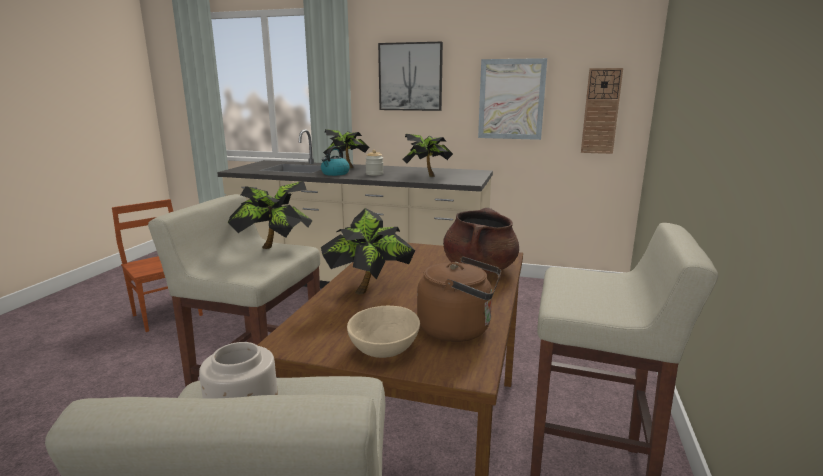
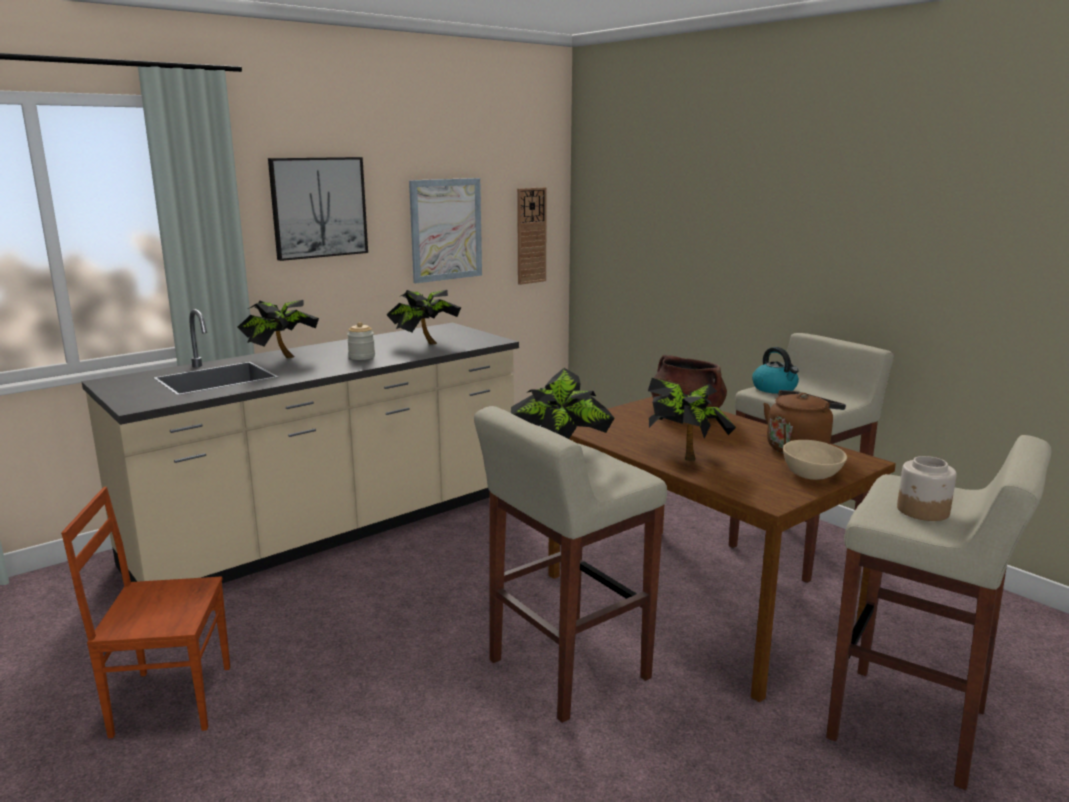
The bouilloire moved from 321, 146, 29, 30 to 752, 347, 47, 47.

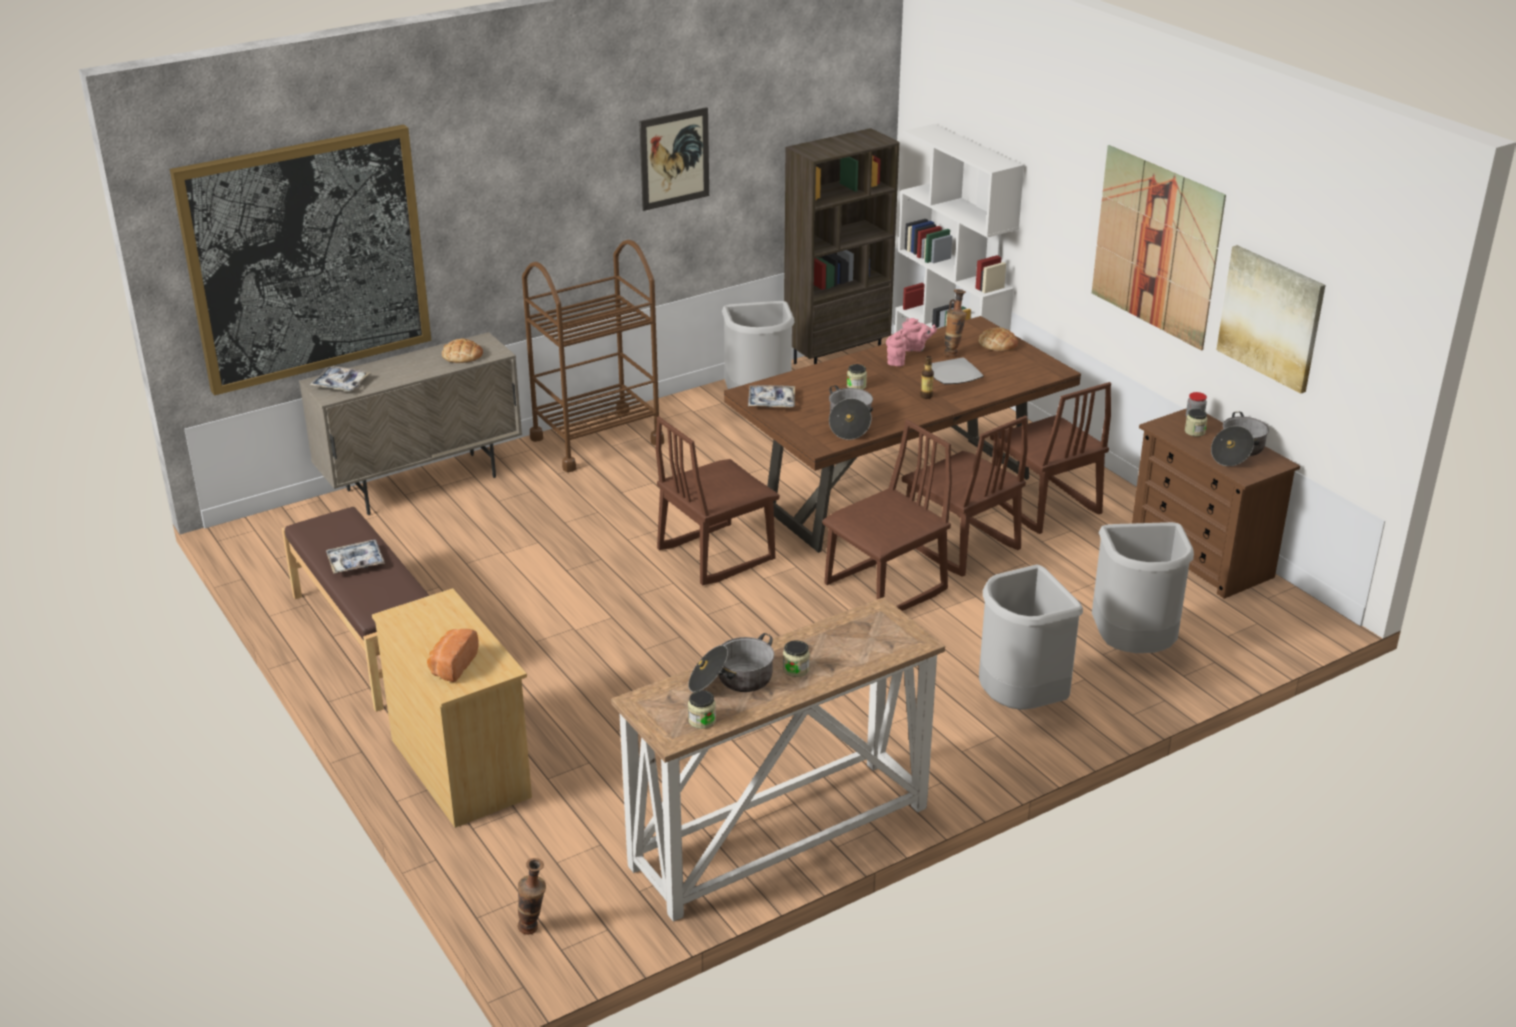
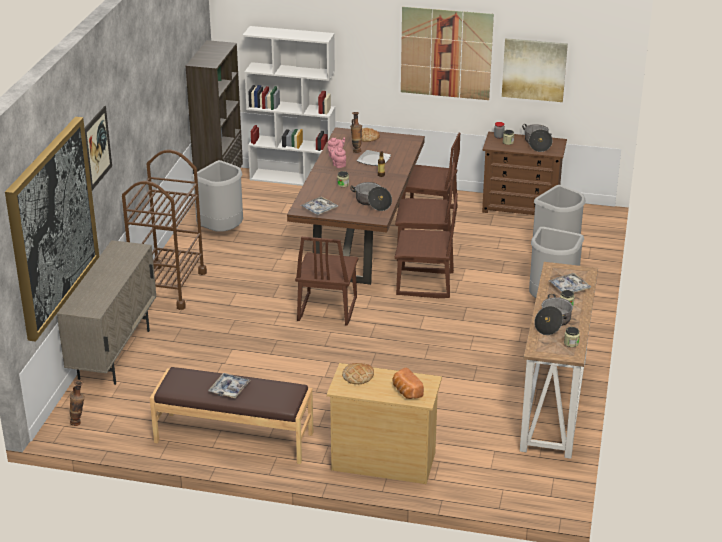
The tableau moved from 639, 107, 70, 104 to 84, 106, 28, 84. The pain moved from 442, 339, 41, 24 to 342, 363, 32, 21. The plateau moved from 310, 366, 60, 25 to 549, 273, 42, 20. The chaise [marron] at 822, 420, 130, 191 turned 90 degrees clockwise. The vase moved from 518, 858, 28, 77 to 70, 380, 15, 46.

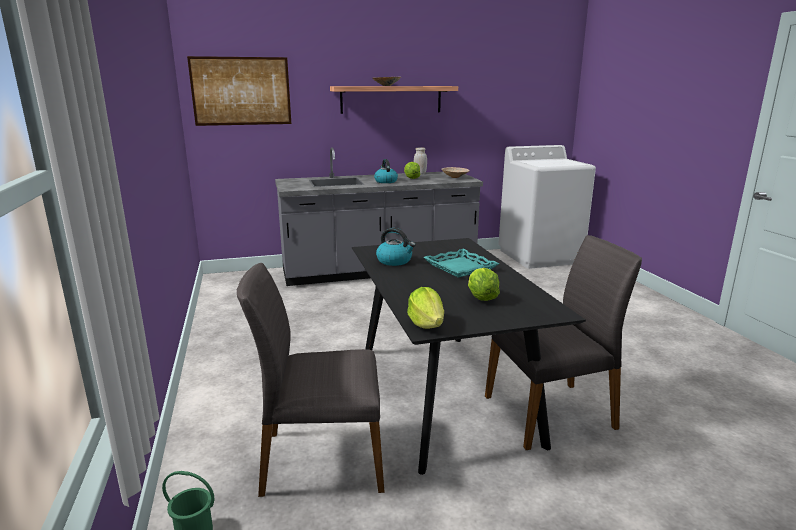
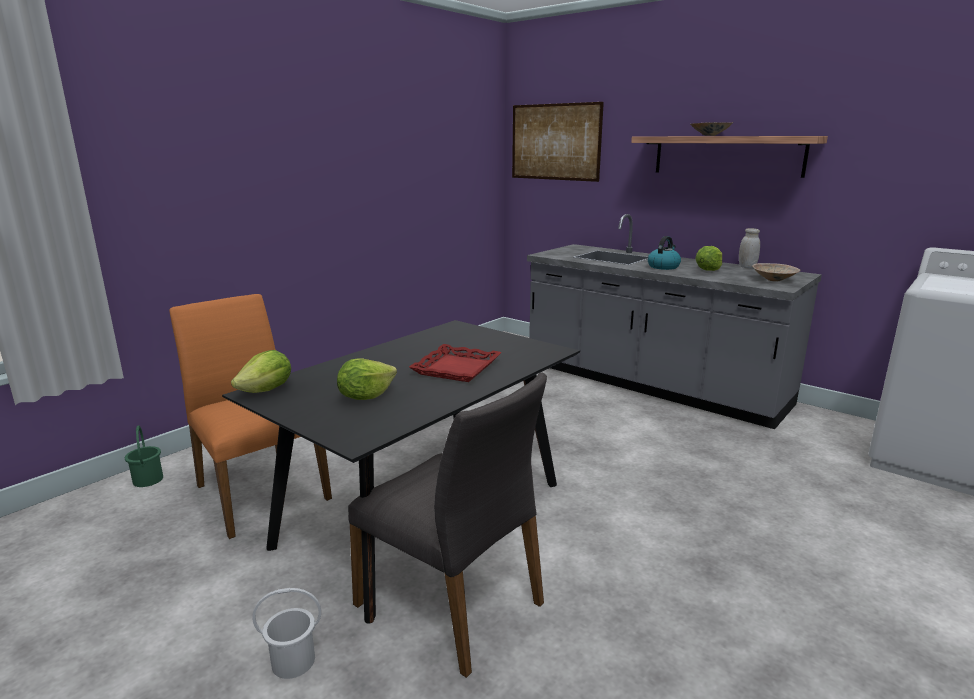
The bouilloire at 376, 228, 40, 38 disappeared. The plateau [turquoise] at 423, 249, 76, 29 became the plateau [rouge] at 409, 344, 92, 38. The chaise [gris] at 237, 263, 148, 234 became the chaise [orange] at 169, 294, 163, 245. The seau [blanc] at 252, 588, 69, 91 appeared.

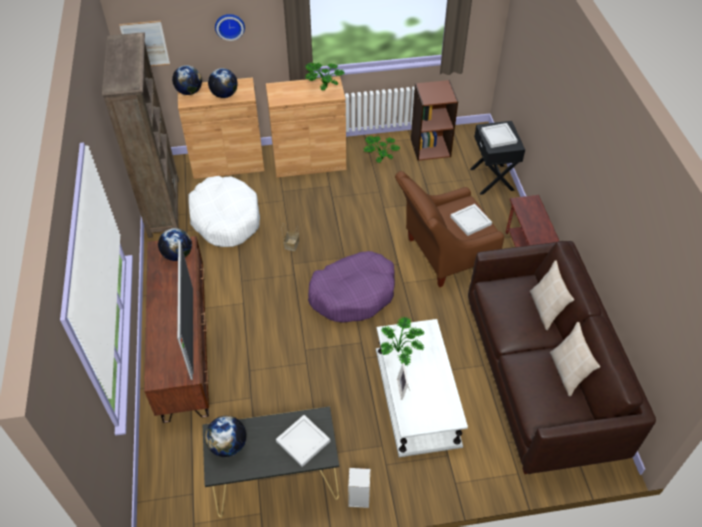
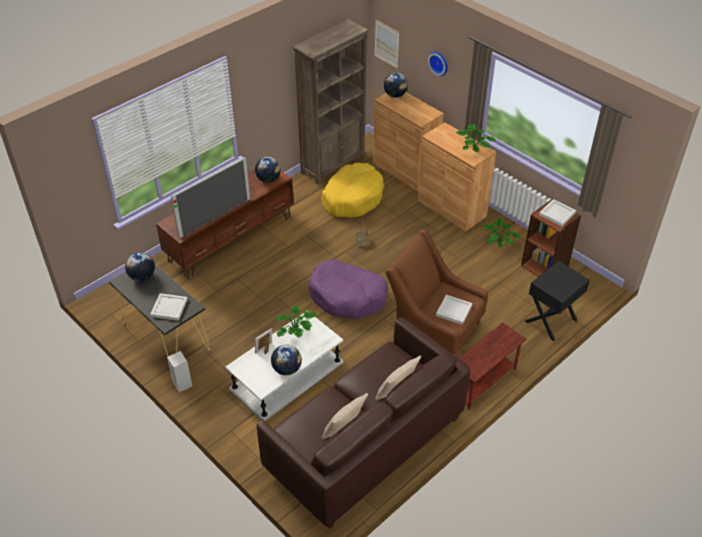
The globe moved from 208, 68, 30, 30 to 271, 345, 31, 30. The plateau [blanc] moved from 481, 123, 37, 25 to 539, 199, 37, 27. The panier pour chien [blanc] at 188, 176, 72, 71 became the panier pour chien [jaune] at 321, 162, 63, 56.

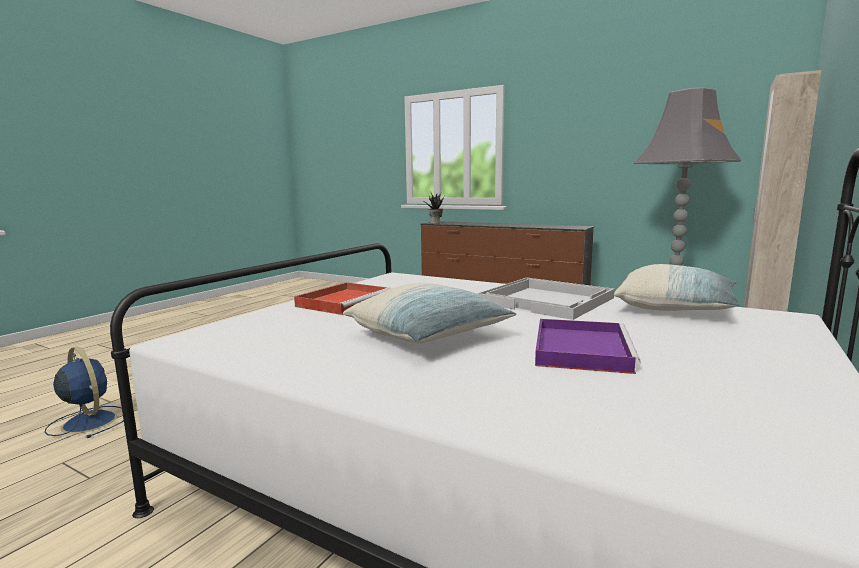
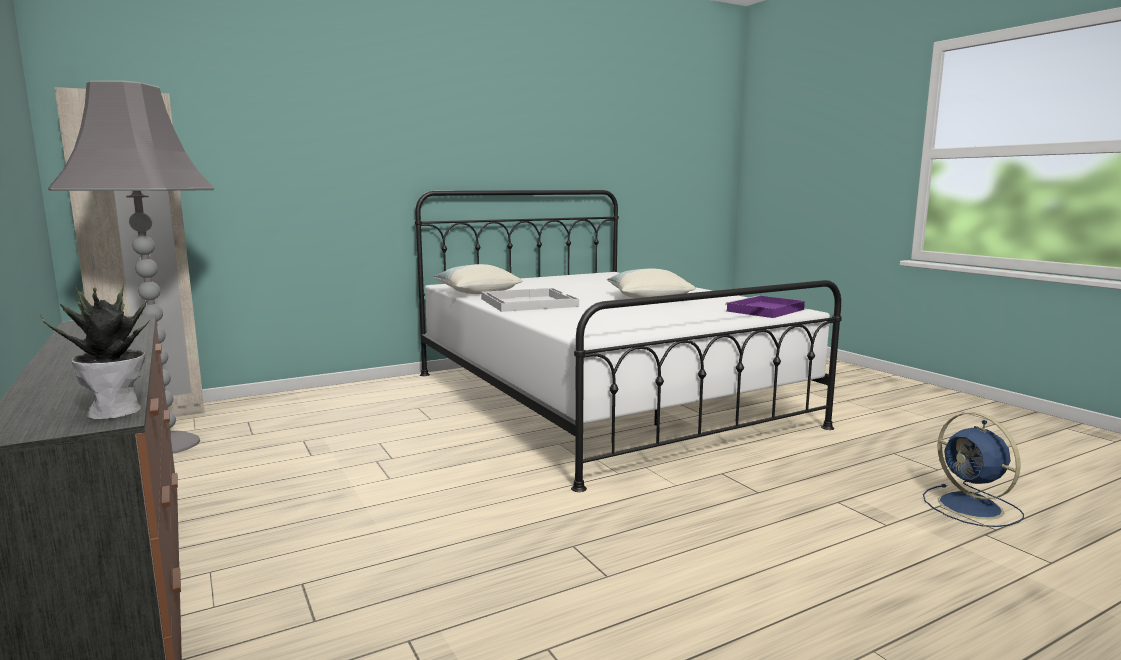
The plateau [rouge] at 294, 282, 98, 33 disappeared. The plateau [violet] moved from 535, 319, 106, 55 to 725, 295, 80, 23.

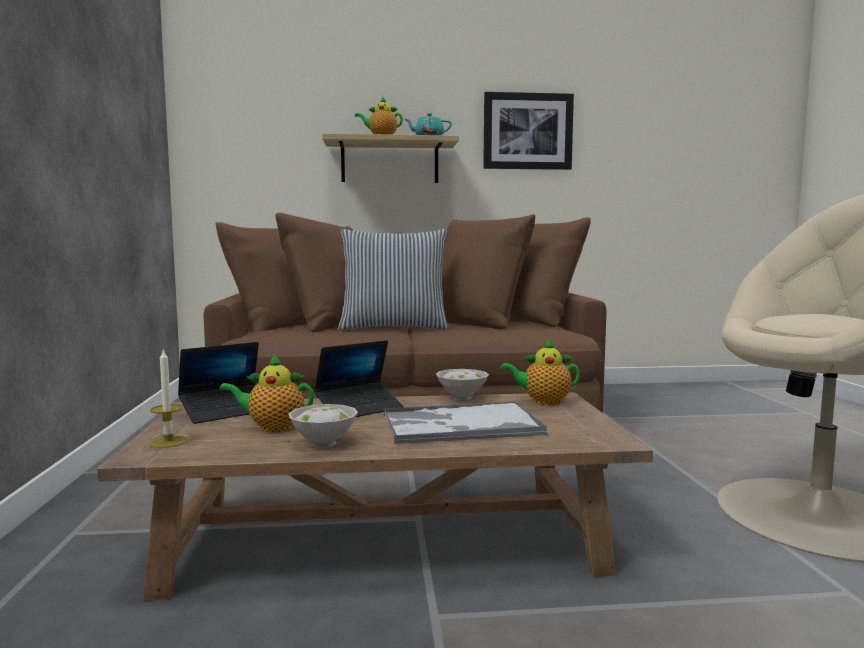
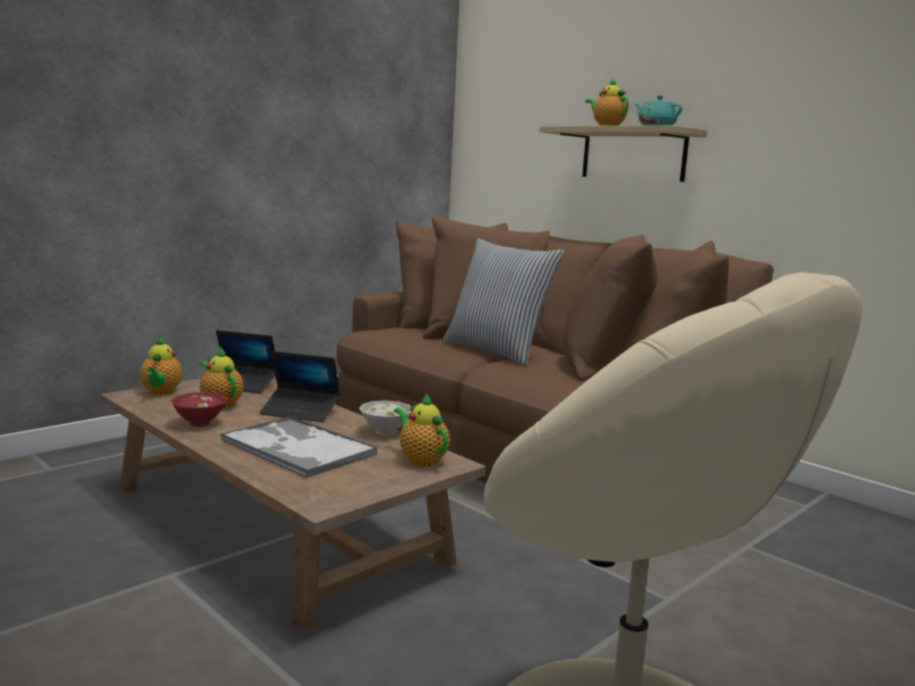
The tableau at 483, 92, 91, 78 disappeared. The bougie at 150, 349, 37, 99 was replaced by the théière at 140, 336, 42, 59. The bol [blanc] at 288, 404, 70, 44 became the bol [rouge] at 171, 392, 57, 35.

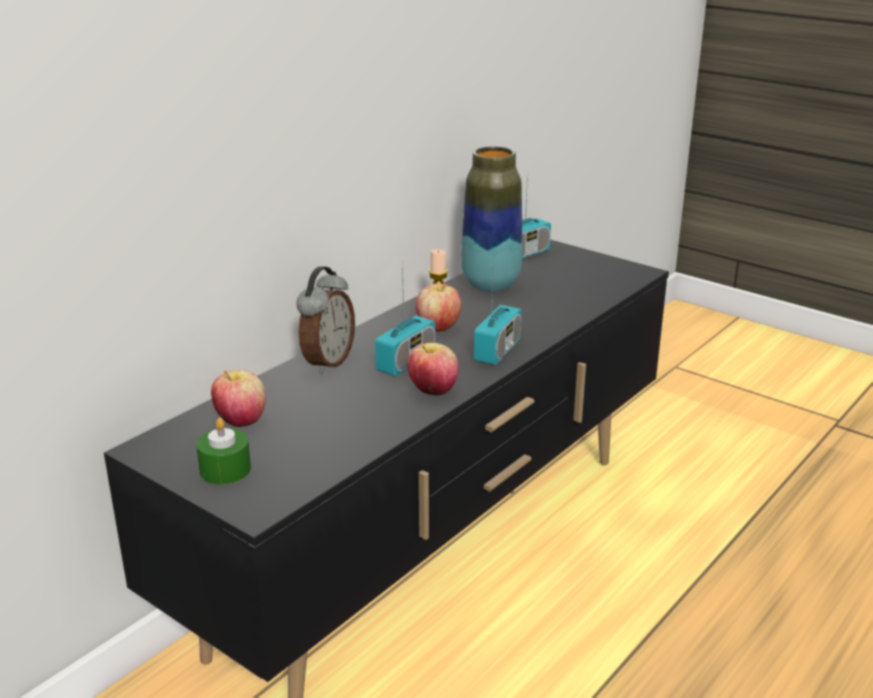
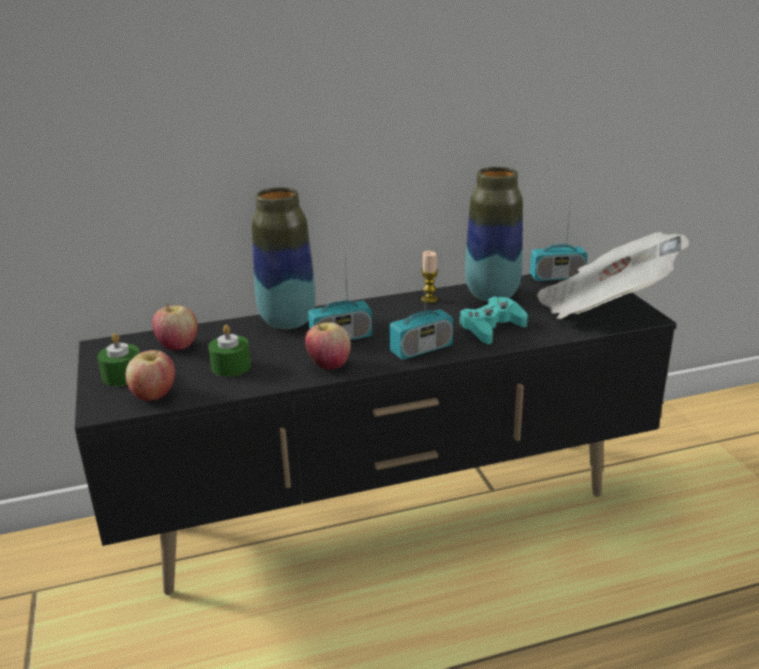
The réveil at 297, 266, 58, 108 was replaced by the vase at 252, 187, 64, 142. The pomme moved from 416, 281, 46, 51 to 126, 350, 49, 51. The journal at 537, 232, 152, 87 appeared. The manette [turquoise] at 459, 297, 69, 47 appeared. The bougie [vert] at 208, 325, 43, 52 appeared.

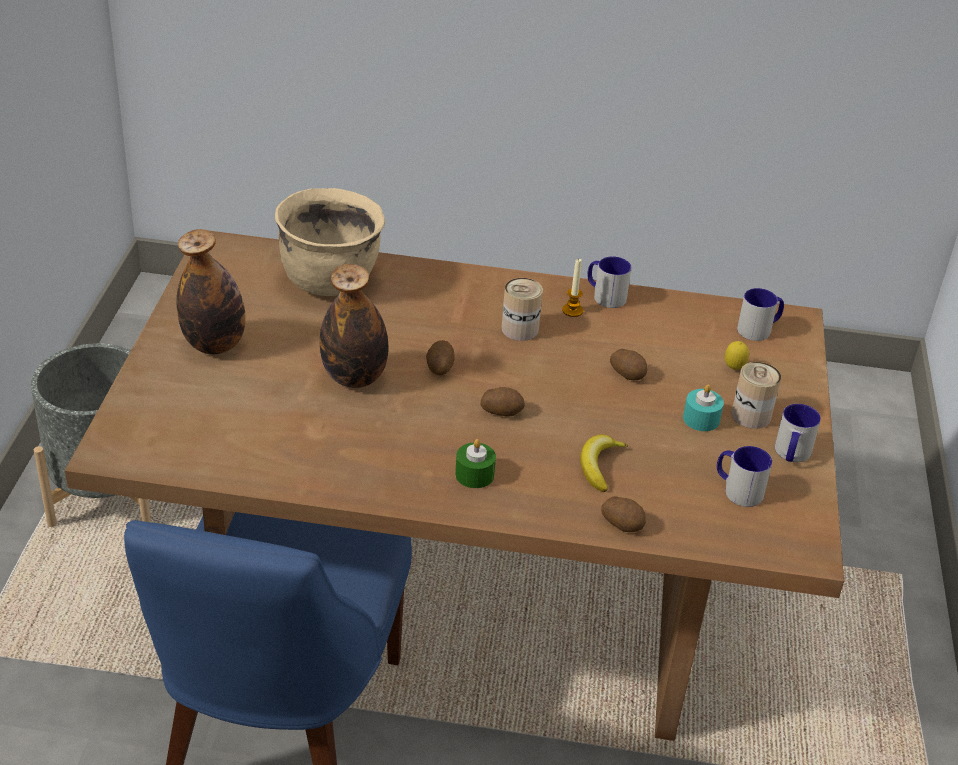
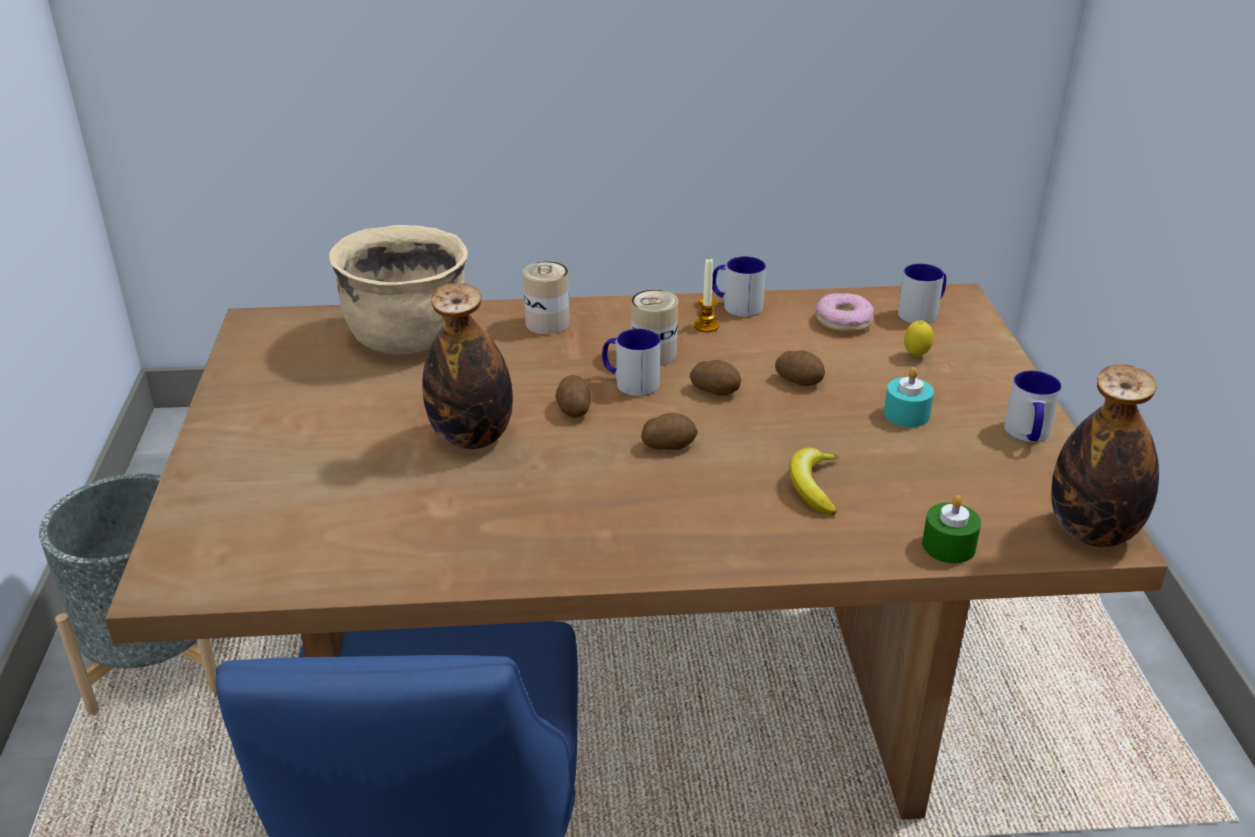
The bouteille moved from 177, 229, 69, 125 to 1051, 364, 108, 183. The boîte métallique moved from 731, 362, 50, 67 to 523, 261, 46, 74. The bougie [vert] moved from 455, 439, 41, 49 to 922, 495, 59, 68. The mug moved from 717, 446, 55, 61 to 602, 329, 58, 67. The pomme de terre moved from 601, 496, 45, 36 to 690, 360, 51, 36. The beignet at 816, 293, 58, 40 appeared.

